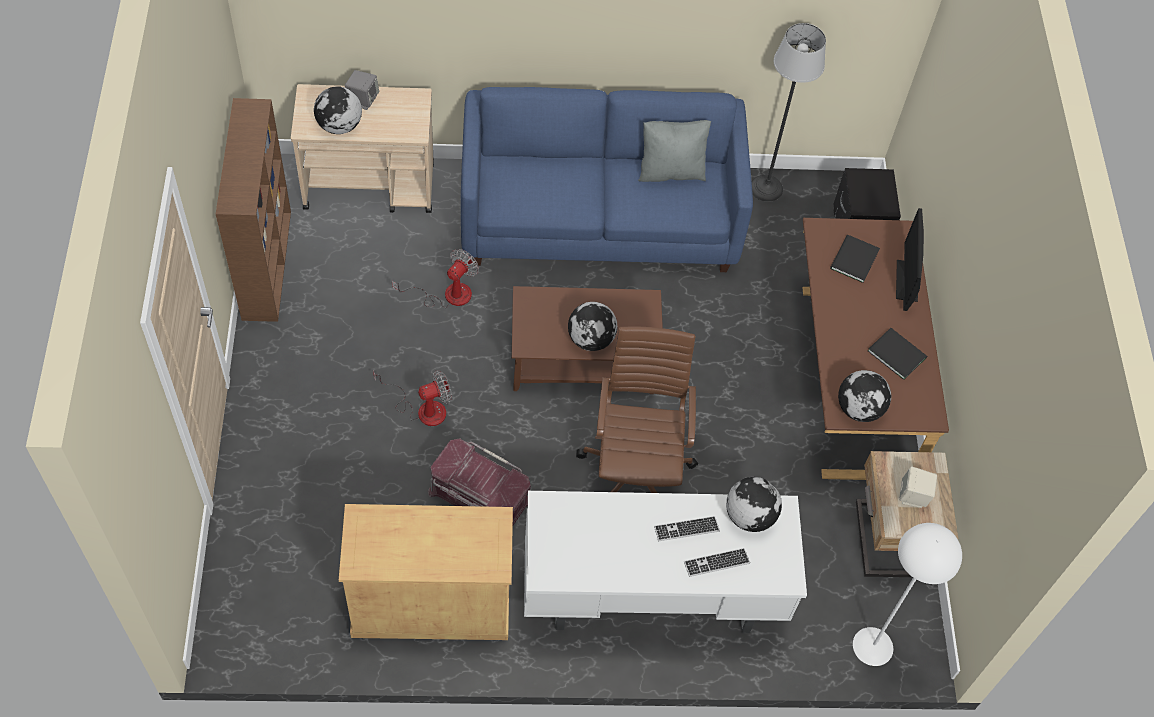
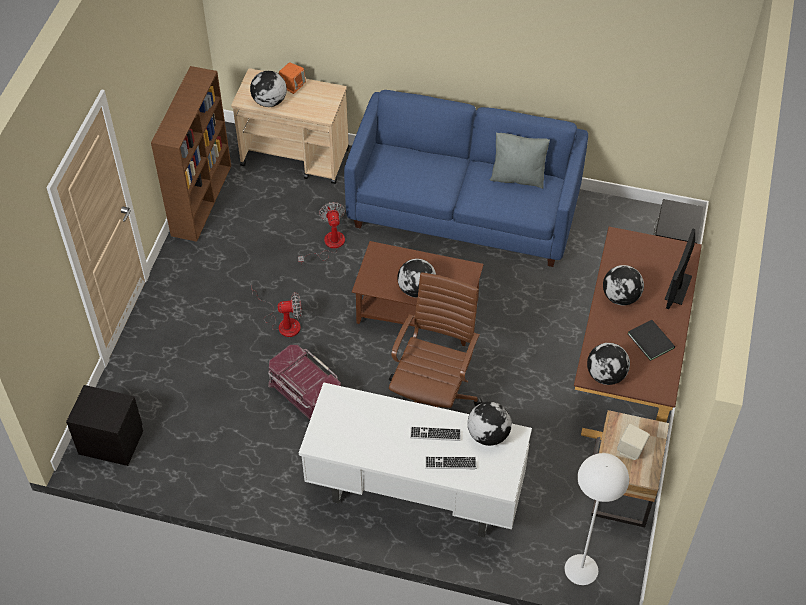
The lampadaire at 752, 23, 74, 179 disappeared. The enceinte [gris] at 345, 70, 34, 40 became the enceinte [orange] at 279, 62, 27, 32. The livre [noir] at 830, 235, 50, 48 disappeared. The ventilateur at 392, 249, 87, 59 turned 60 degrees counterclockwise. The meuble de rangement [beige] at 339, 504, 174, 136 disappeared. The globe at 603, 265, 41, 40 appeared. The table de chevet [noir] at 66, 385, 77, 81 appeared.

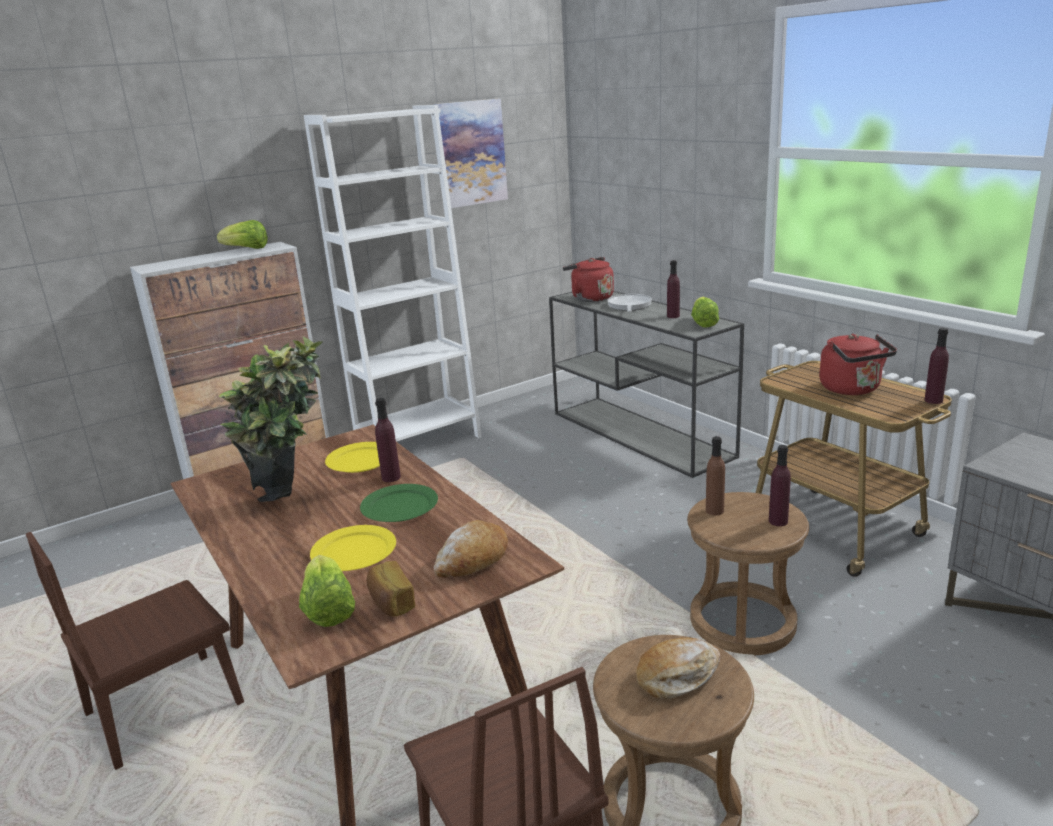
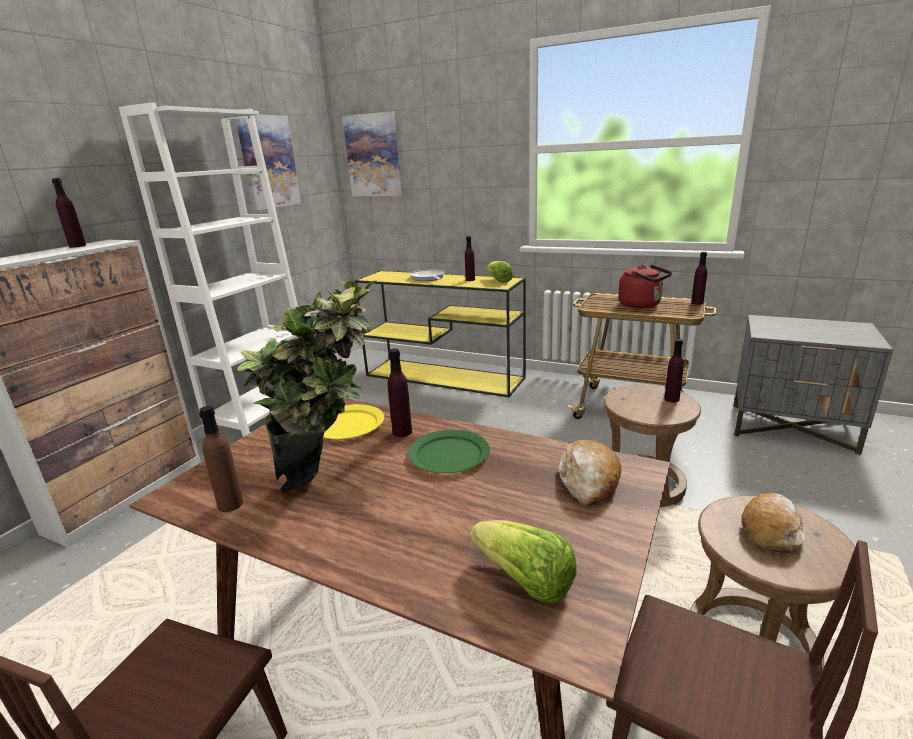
The laitue at 217, 220, 51, 29 was replaced by the bouteille [violet] at 52, 178, 34, 70. The bouilloire [rouge] at 563, 257, 51, 45 disappeared. The table console [gris] at 549, 291, 195, 187 became the table console [jaune] at 355, 270, 171, 127. The bouteille [marron] moved from 706, 436, 19, 79 to 199, 406, 45, 106. The assiette [jaune] at 310, 525, 86, 46 disappeared. The pain at 366, 561, 49, 56 disappeared. The tableau at 342, 111, 60, 86 appeared.

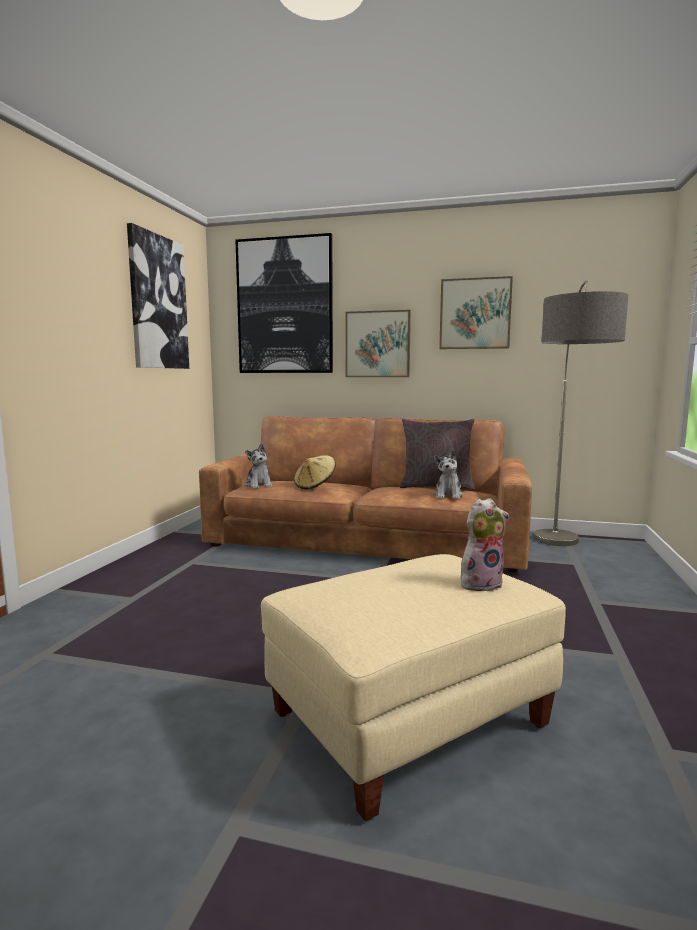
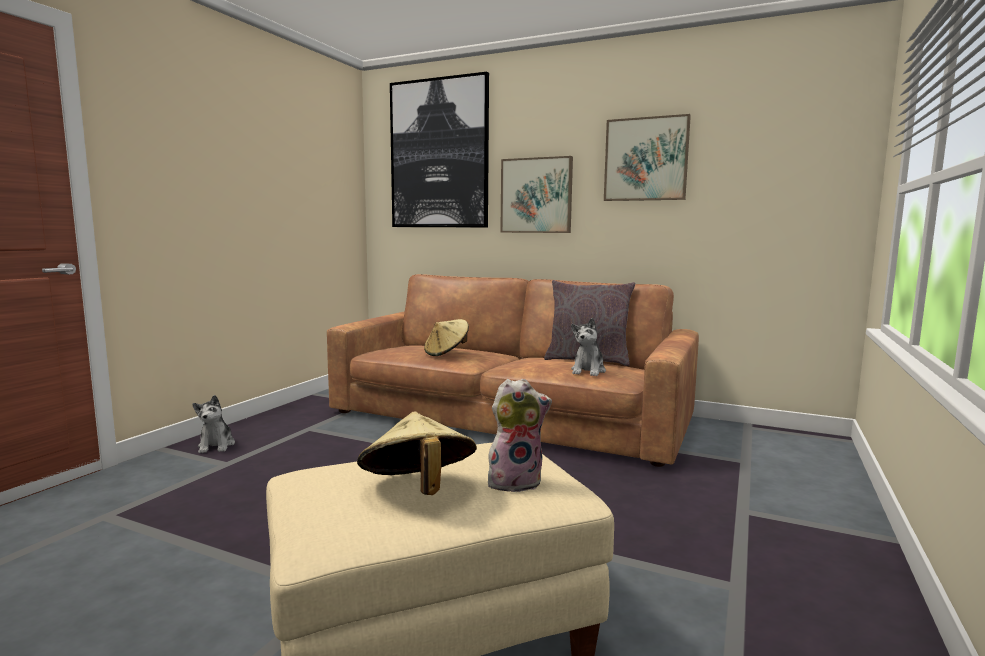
The tableau at 127, 223, 62, 146 disappeared. The lampadaire at 534, 280, 94, 266 disappeared. The peluche moved from 245, 444, 27, 45 to 193, 395, 42, 58. The chapeau [beige] at 357, 412, 120, 83 appeared.

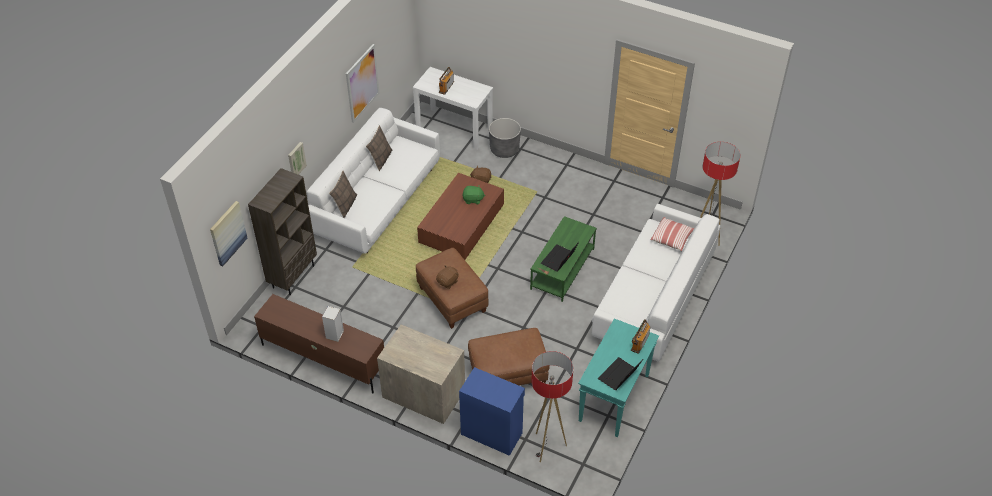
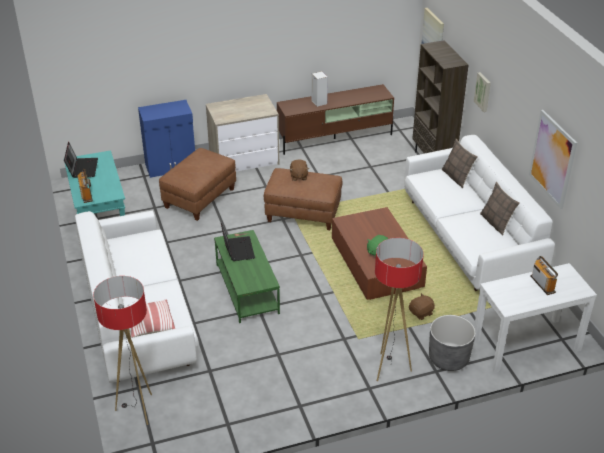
The lampadaire moved from 531, 351, 42, 112 to 375, 238, 49, 143.

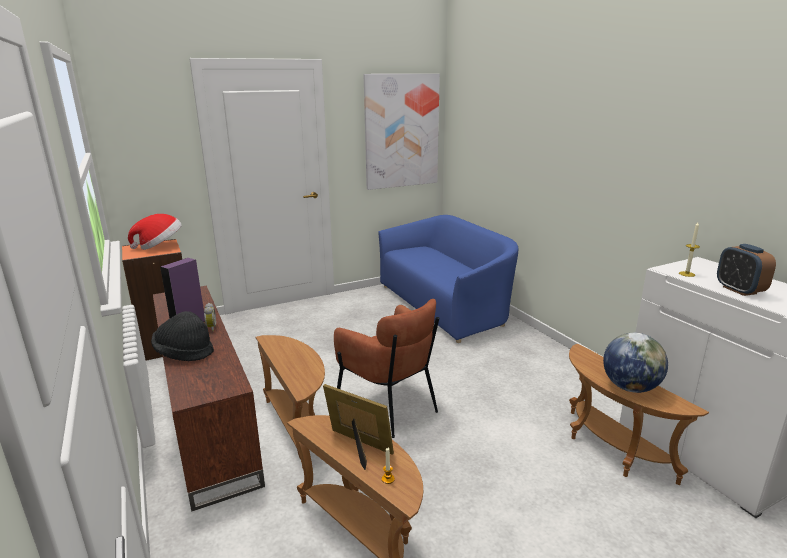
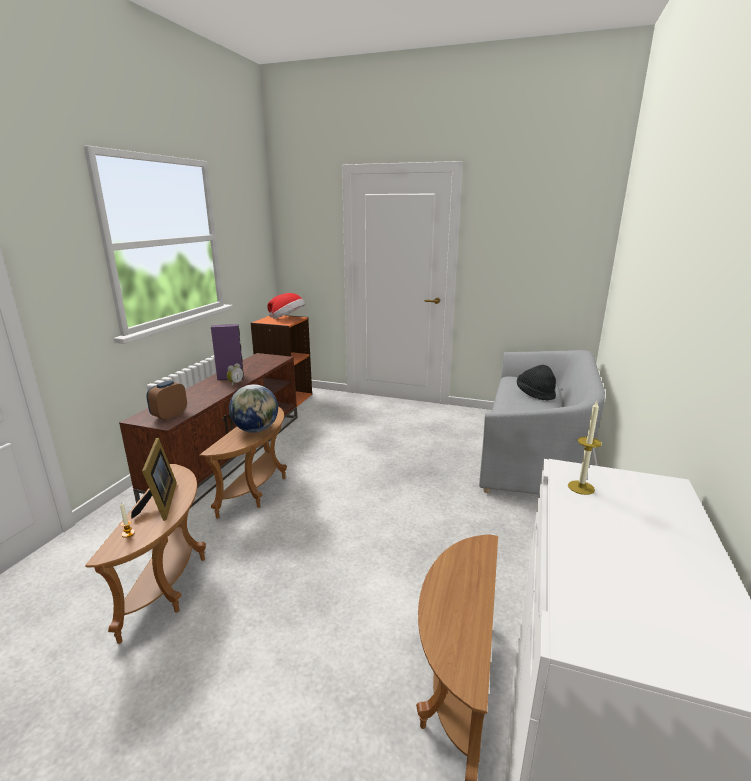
The tableau at 363, 74, 77, 116 disappeared. The canapé [bleu] at 378, 215, 140, 128 became the canapé [gris] at 479, 350, 126, 144. The réveil moved from 717, 244, 59, 52 to 146, 380, 41, 40. The fauteuil [marron] at 334, 299, 105, 139 disappeared. The chapeau [noir] moved from 151, 311, 63, 50 to 517, 365, 39, 35. The globe moved from 603, 333, 65, 60 to 229, 384, 49, 49.

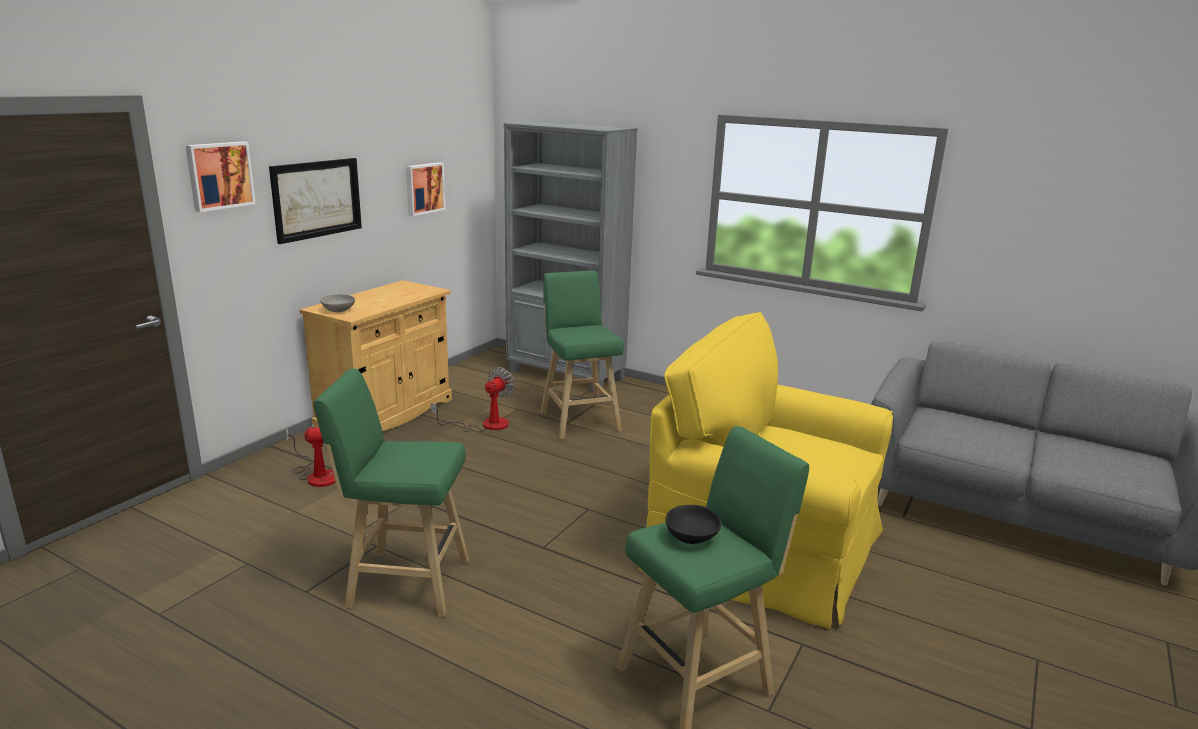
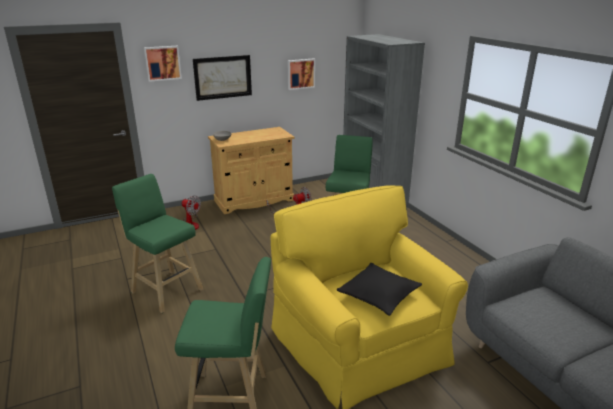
The bol [noir] at 666, 505, 56, 39 disappeared. The coussin [noir] at 336, 263, 86, 53 appeared.

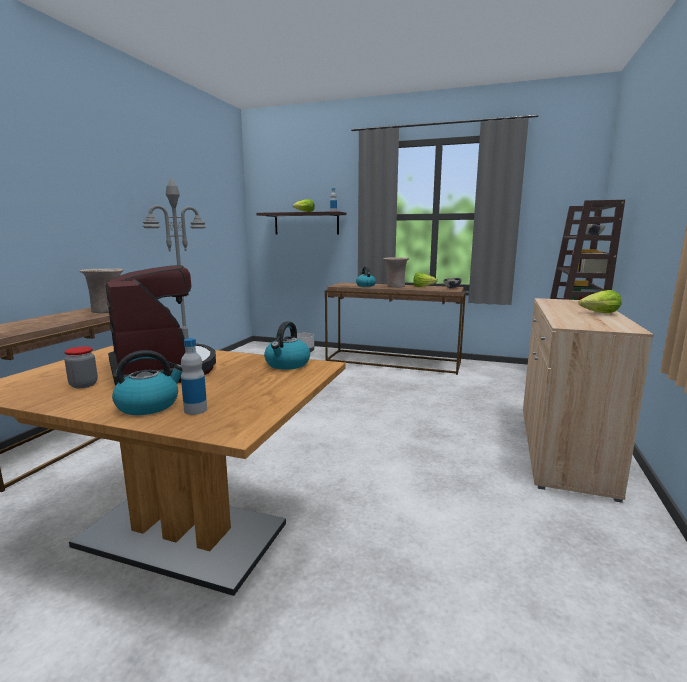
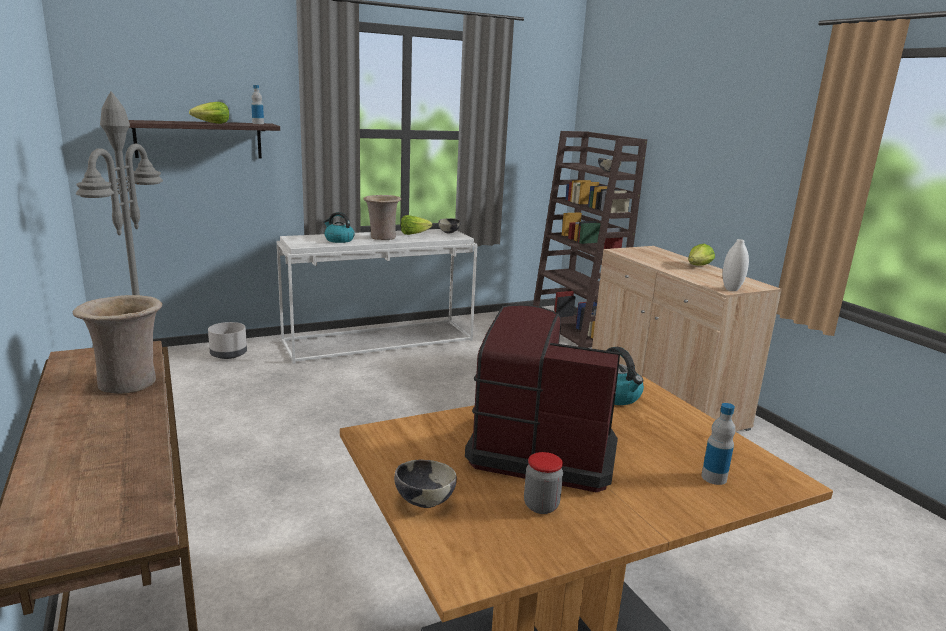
The table console [marron] at 325, 283, 141, 92 became the table console [blanc] at 277, 229, 201, 134. The bouilloire at 112, 350, 71, 65 disappeared. The vase [blanc] at 723, 239, 26, 52 appeared. The bol at 394, 460, 63, 48 appeared.

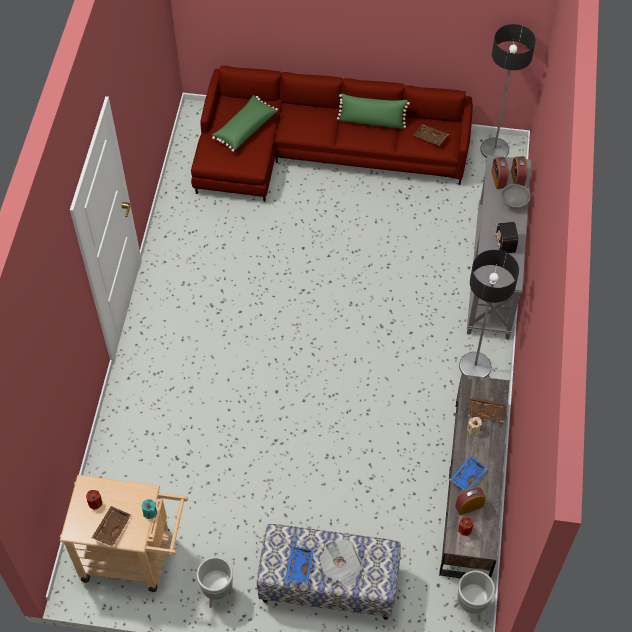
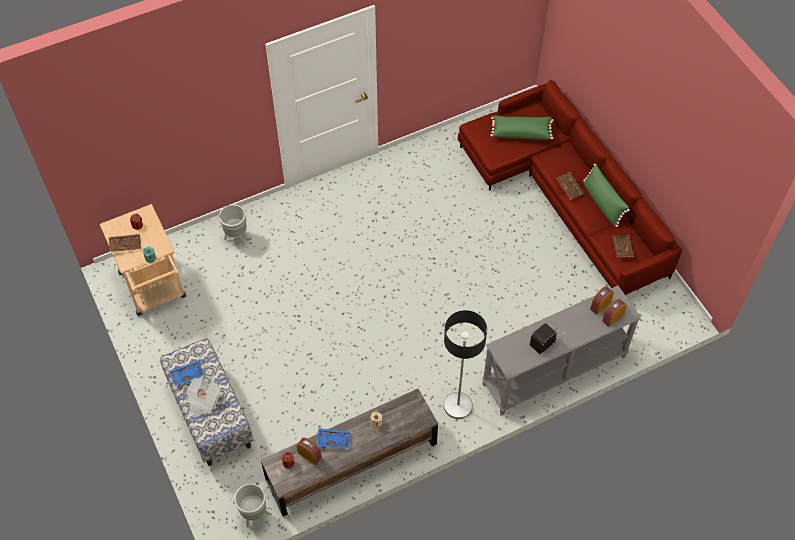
The lampadaire at 480, 24, 56, 134 disappeared. The bol [gris] at 500, 184, 30, 25 disappeared. The plateau [marron] moved from 468, 397, 37, 25 to 556, 172, 28, 28. The cache-pot [gris] moved from 197, 557, 38, 51 to 219, 205, 28, 41.

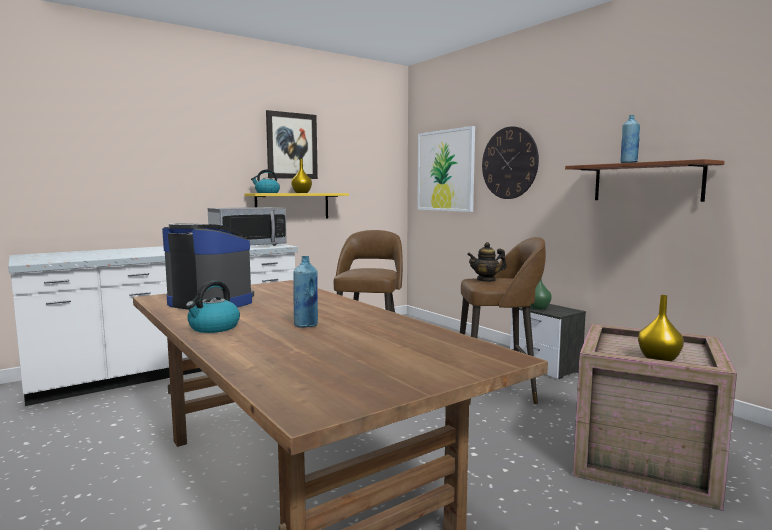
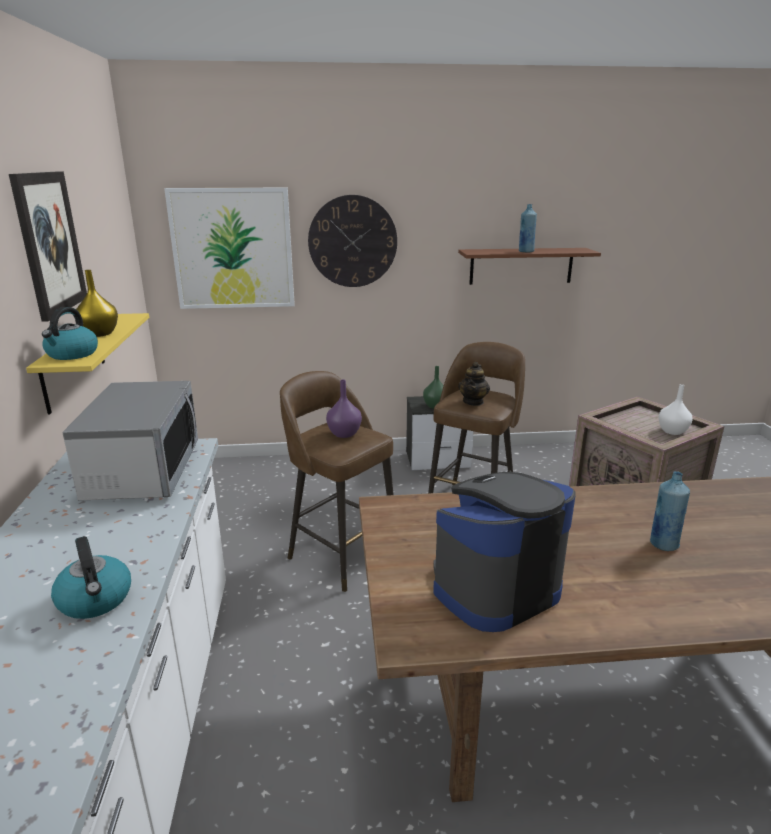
The bouilloire moved from 186, 281, 54, 52 to 51, 536, 80, 83. The vase [jaune] at 638, 295, 46, 66 became the vase [blanc] at 658, 384, 34, 51. The vase [violet] at 326, 380, 36, 58 appeared.

